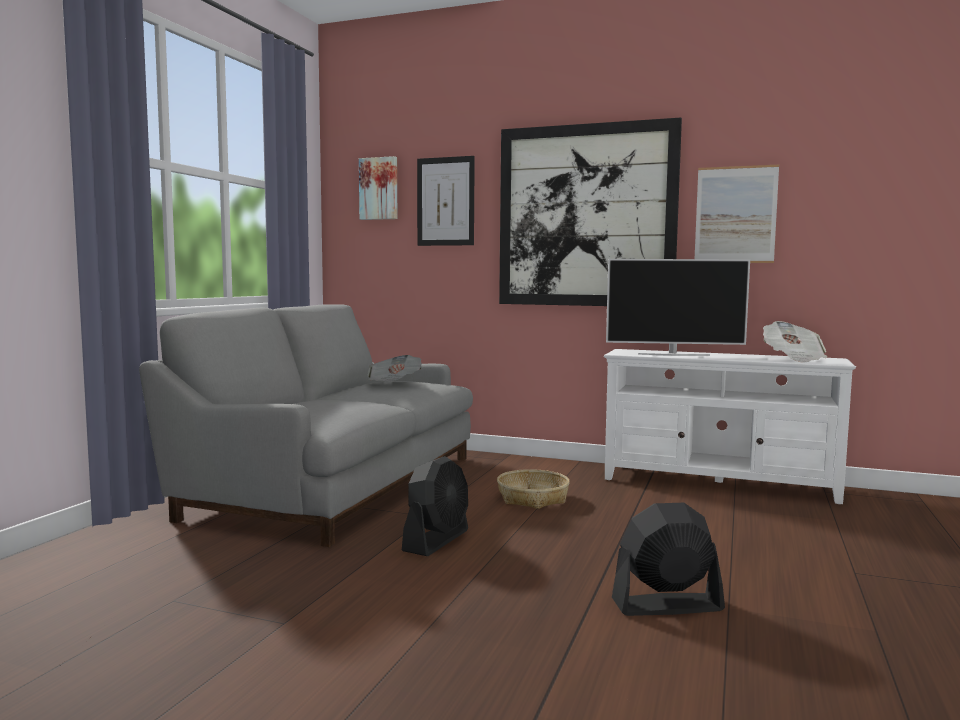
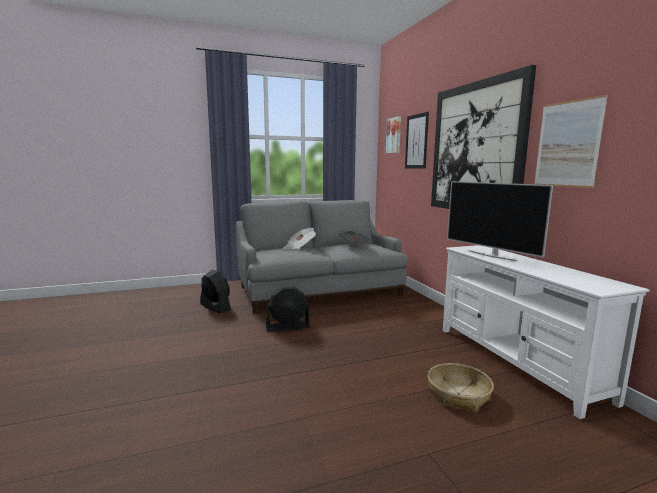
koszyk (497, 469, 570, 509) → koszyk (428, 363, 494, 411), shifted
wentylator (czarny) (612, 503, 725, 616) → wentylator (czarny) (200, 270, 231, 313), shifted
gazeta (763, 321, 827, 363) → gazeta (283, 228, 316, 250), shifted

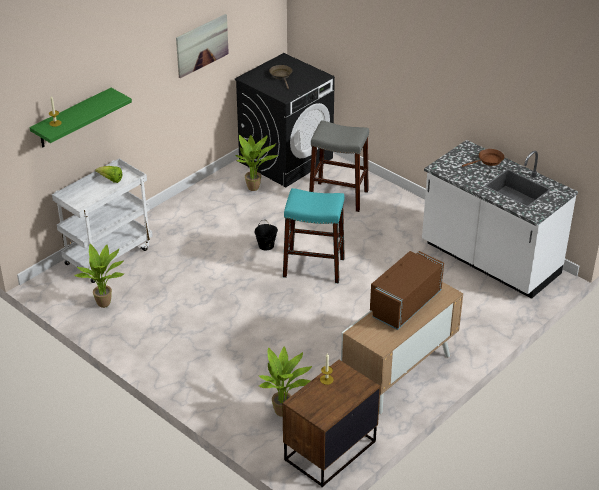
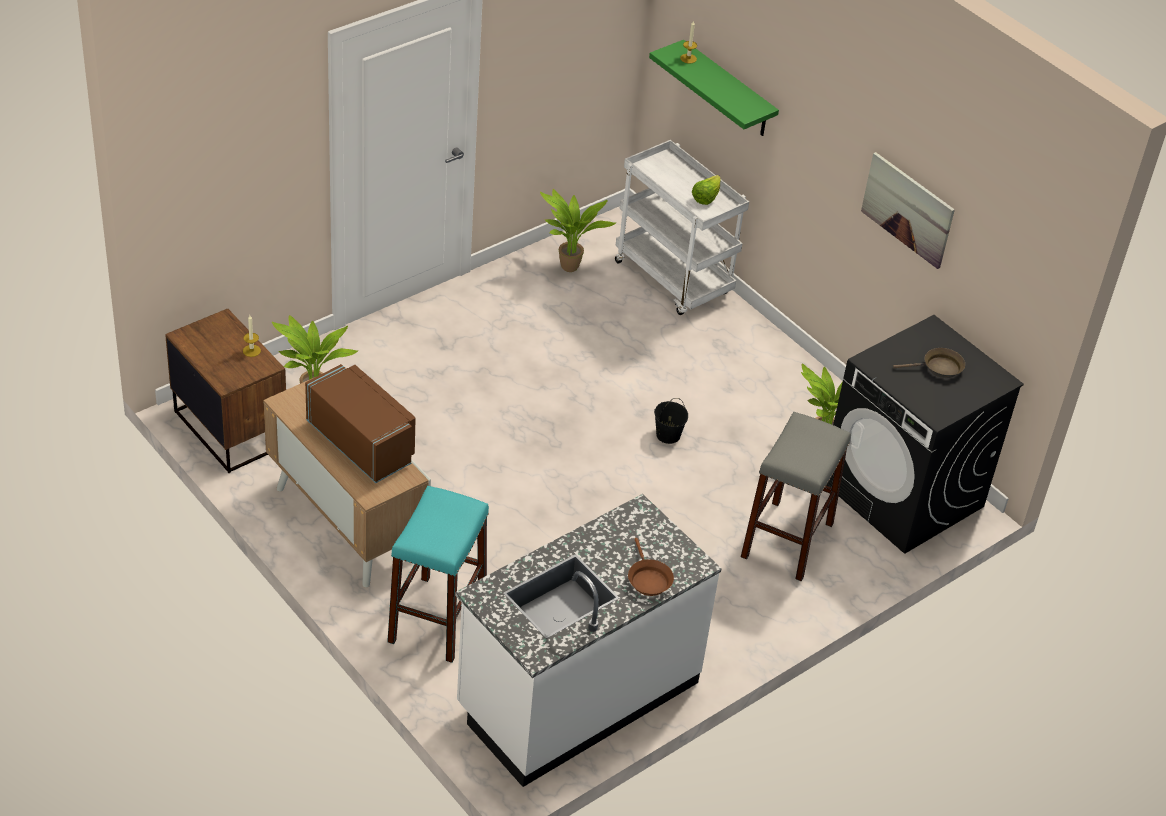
stołek (turkusowy) (283, 188, 345, 284) → stołek (turkusowy) (387, 486, 489, 663), shifted

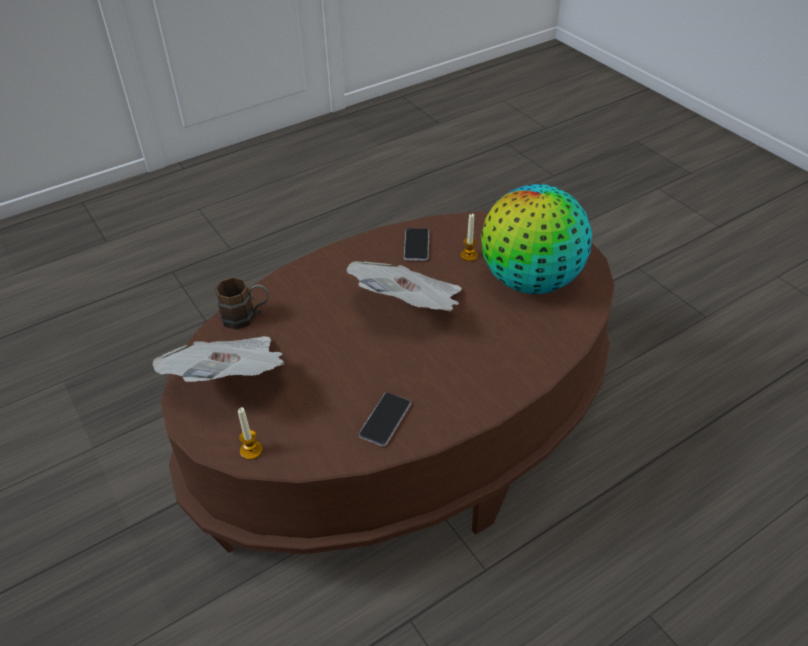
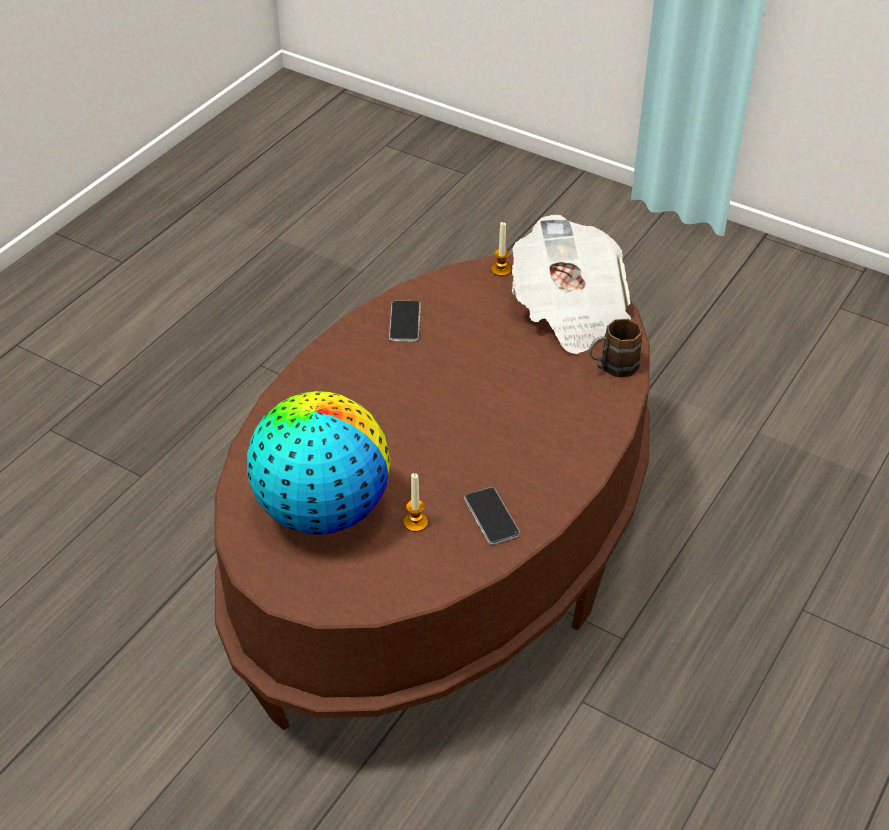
gazeta (347, 261, 462, 311) → -

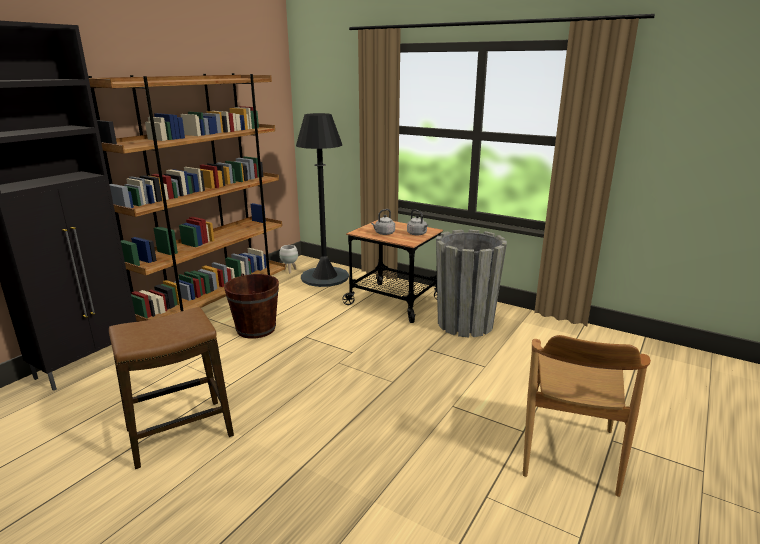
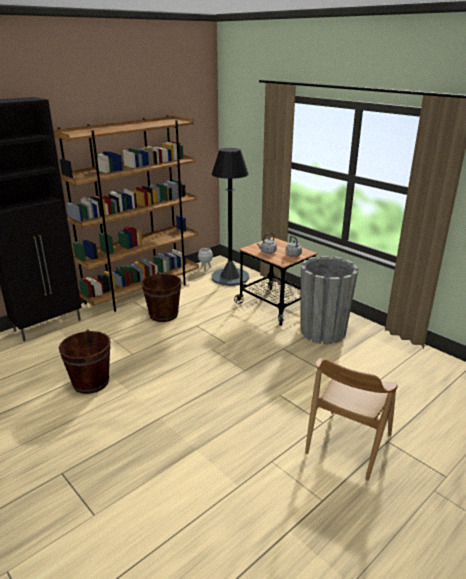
stołek (109, 307, 234, 469) → wiadro (brązowy) (59, 329, 111, 394)

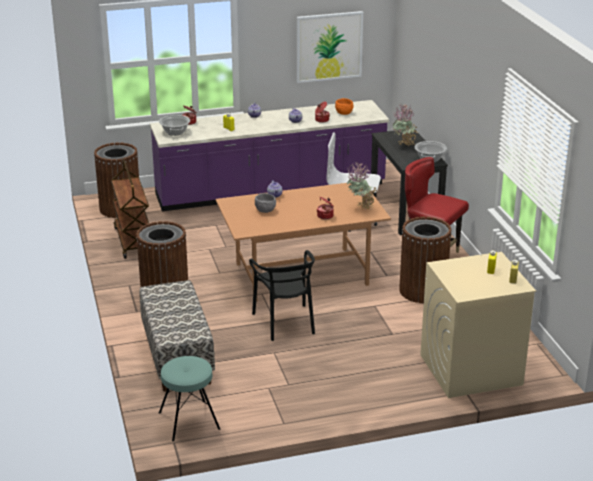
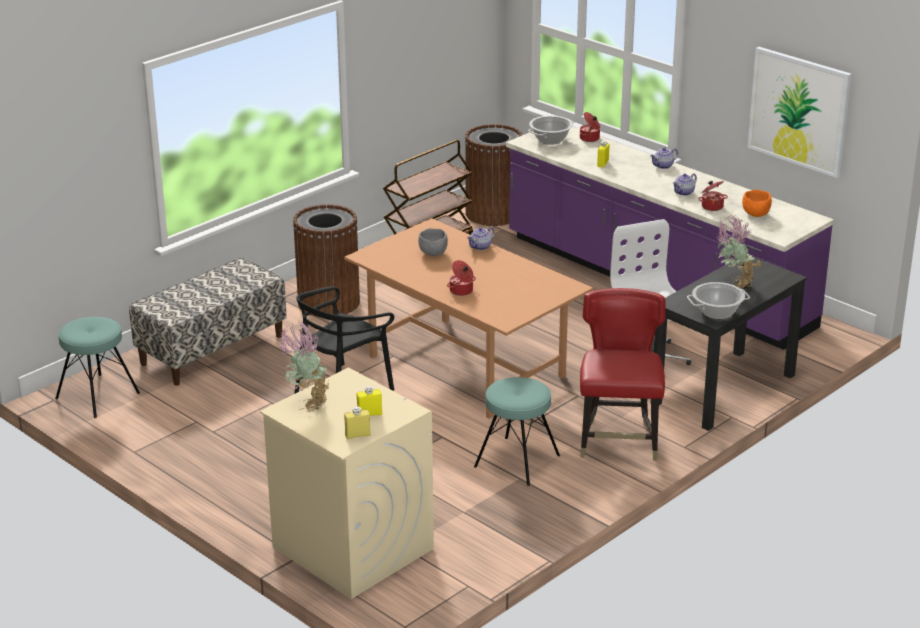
roślina doniczkowa (347, 162, 378, 209) → roślina doniczkowa (278, 321, 329, 412), shifted
kosz na śmieci (brązowy) (399, 217, 452, 303) → stołek (turkusowy) (474, 377, 560, 486)

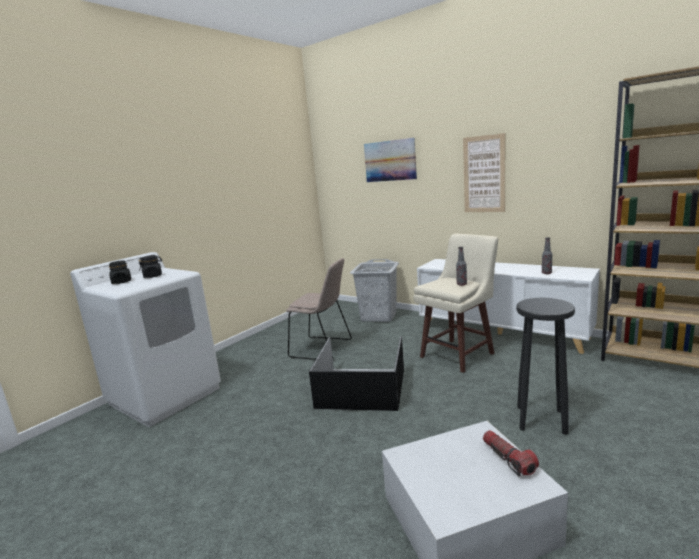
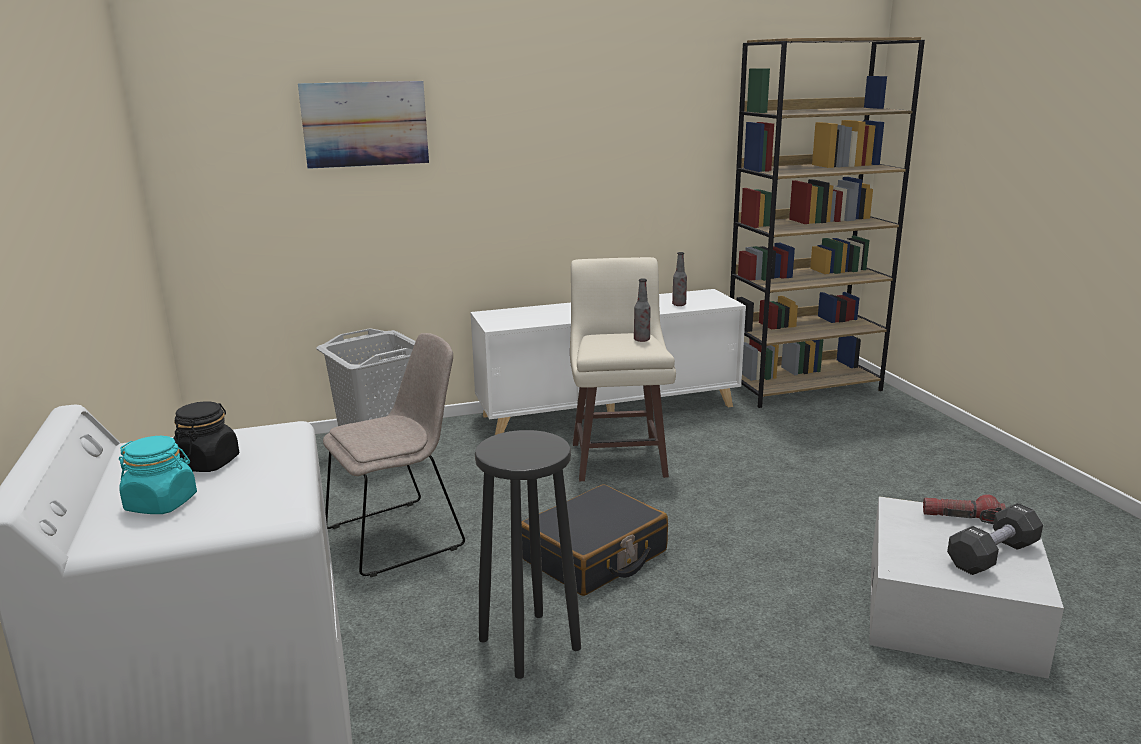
obraz (463, 133, 505, 212) → -
- → hantel (czarny) (947, 503, 1043, 575)
stołek (czarny) (516, 298, 575, 435) → stołek (czarny) (475, 430, 581, 679), shifted
pojemnik do przechowywania (czarny) (309, 336, 404, 411) → walizka (czarny) (522, 484, 668, 596)
słoik (czarny) (109, 261, 131, 284) → słoik (turkusowy) (119, 436, 197, 514)

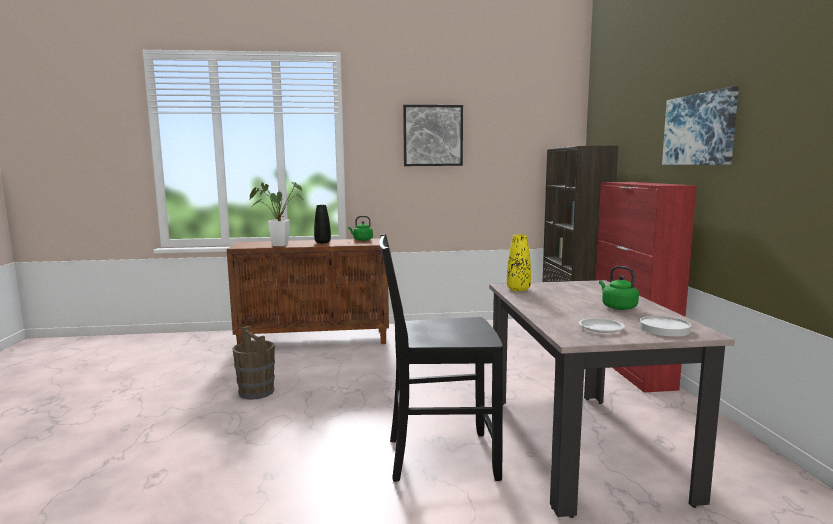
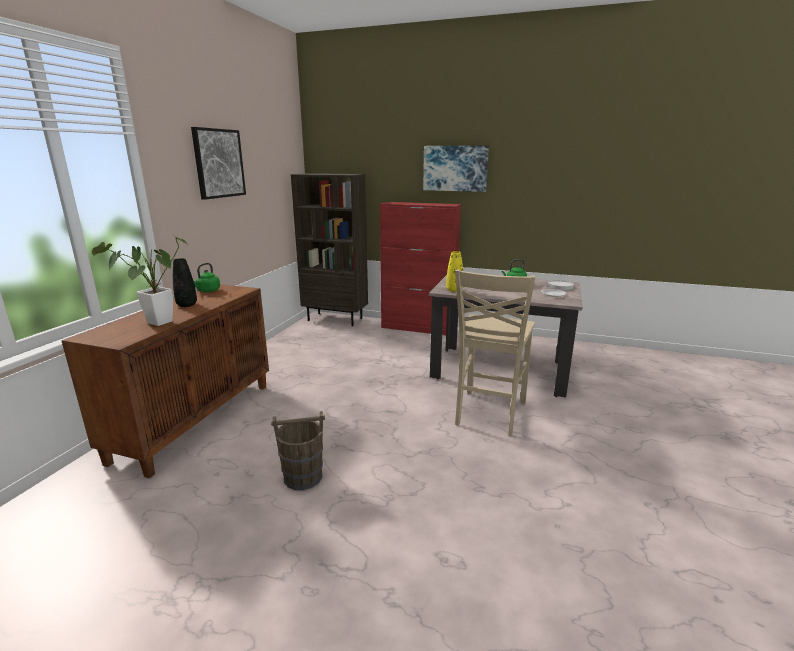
krzesło (czarny) (379, 234, 503, 482) → krzesło (beżowy) (455, 269, 535, 436)

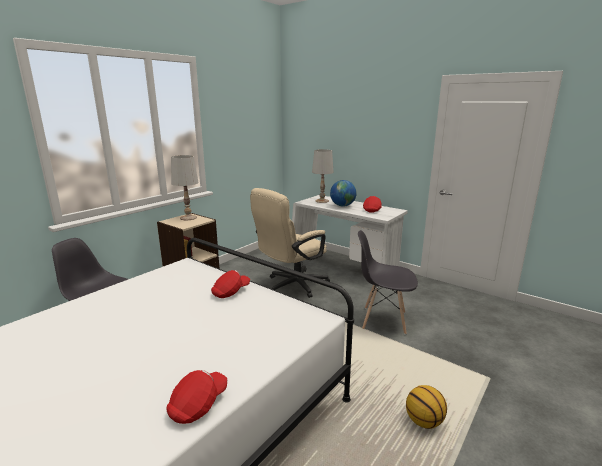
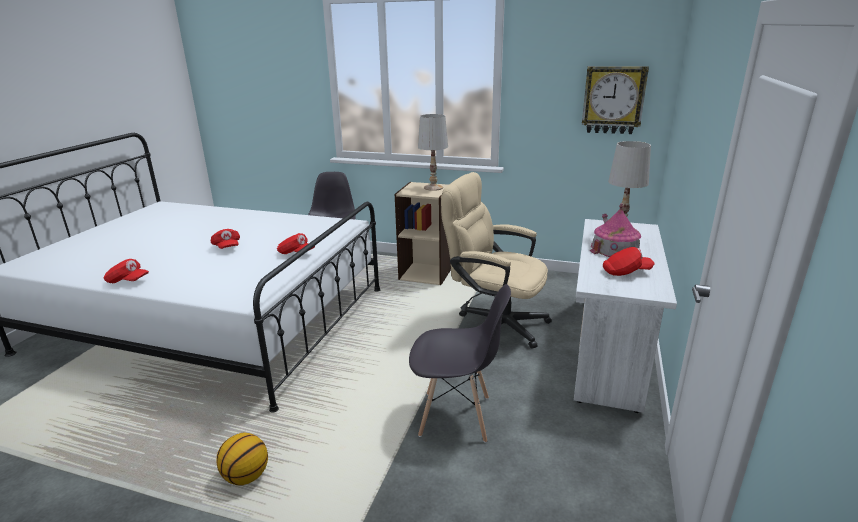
- → czapka z daszkiem (czerwony) (211, 229, 240, 249)
- → zegar ścienny (582, 66, 649, 134)
globus (330, 180, 357, 207) → domek (590, 203, 641, 257)
krzesło (szary) (358, 230, 418, 335) → krzesło (szary) (409, 284, 511, 443), 105 degrees clockwise

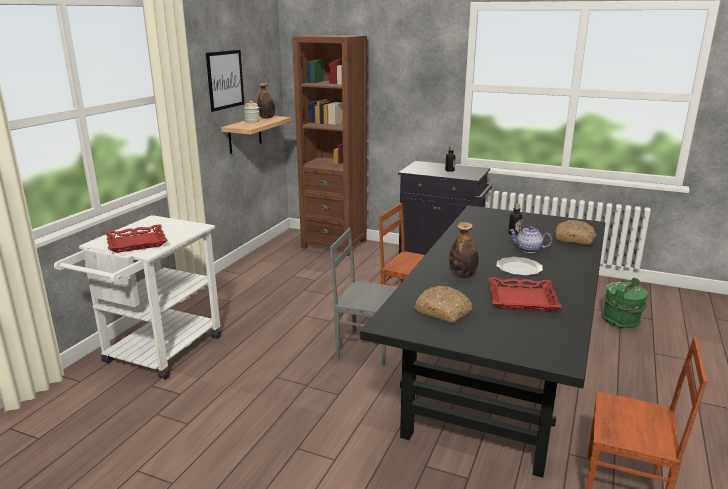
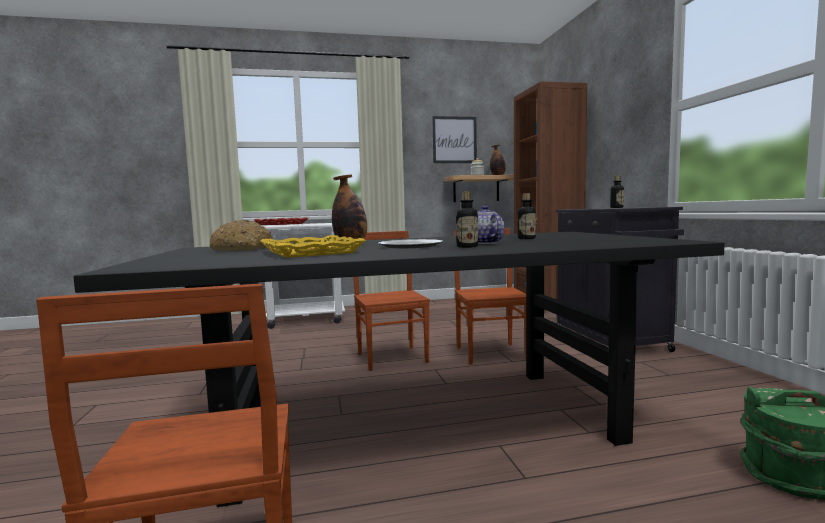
chleb (555, 220, 596, 245) → -
- → butelka (456, 192, 478, 248)
krzesło (szary) (330, 228, 398, 366) → krzesło (brązowy) (353, 231, 430, 371)
taca (czerwony) (488, 277, 562, 312) → taca (żółty) (260, 235, 366, 258)

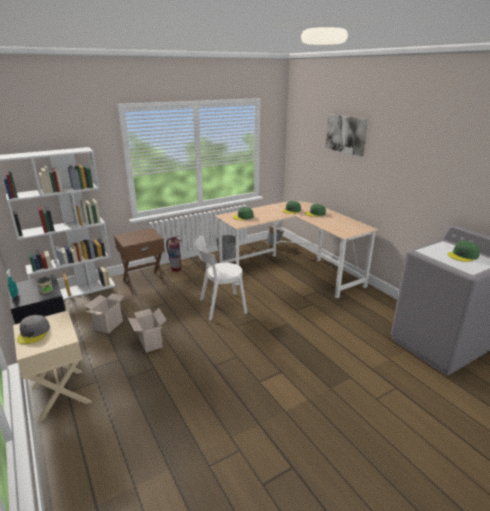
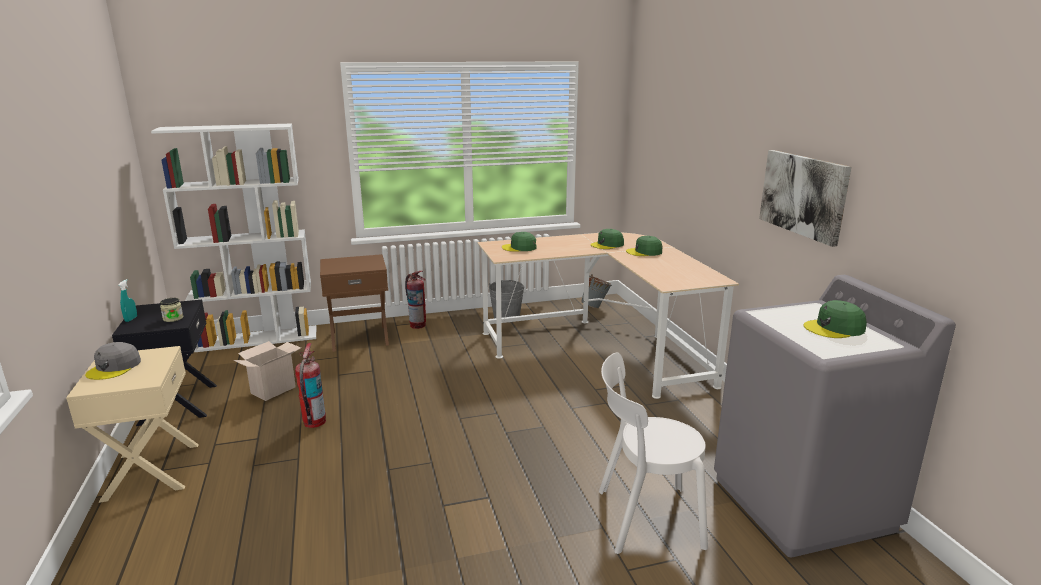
krzesło (biały) (195, 236, 247, 321) → krzesło (biały) (599, 353, 708, 554), shifted
obraz (325, 114, 368, 156) → obraz (759, 150, 851, 247), shifted
karton (128, 308, 166, 353) → gaśnica (295, 343, 326, 428)

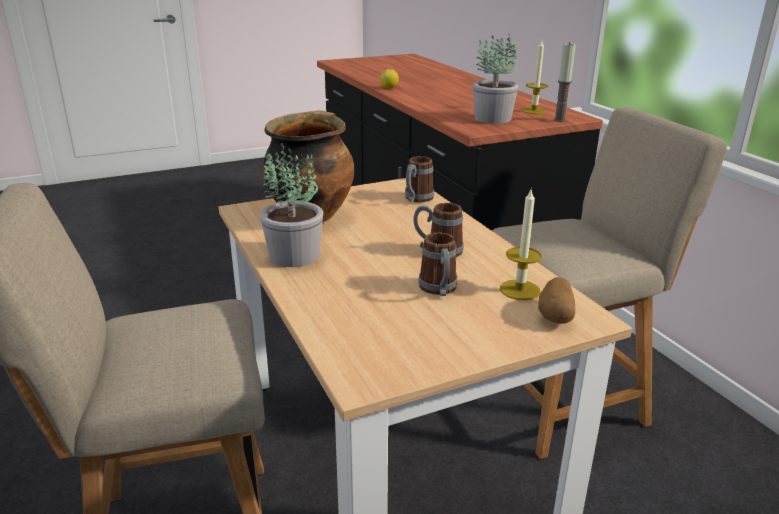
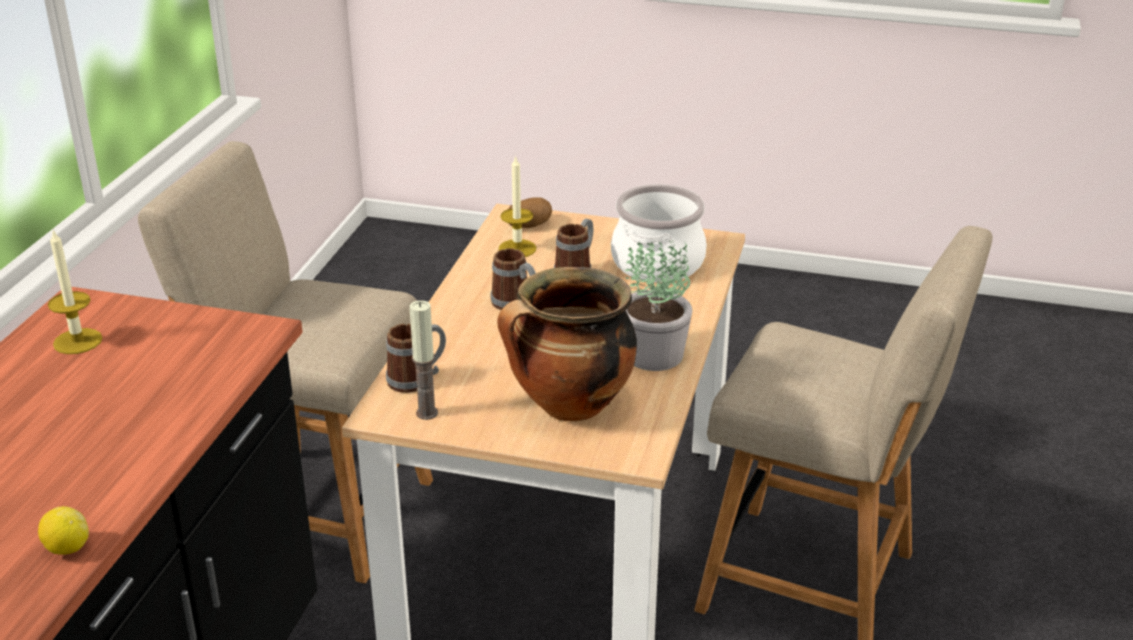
roślina doniczkowa (473, 34, 519, 124) → -
- → garnek (611, 184, 707, 283)
świeca (553, 42, 576, 122) → świeca (409, 300, 438, 420), shifted

